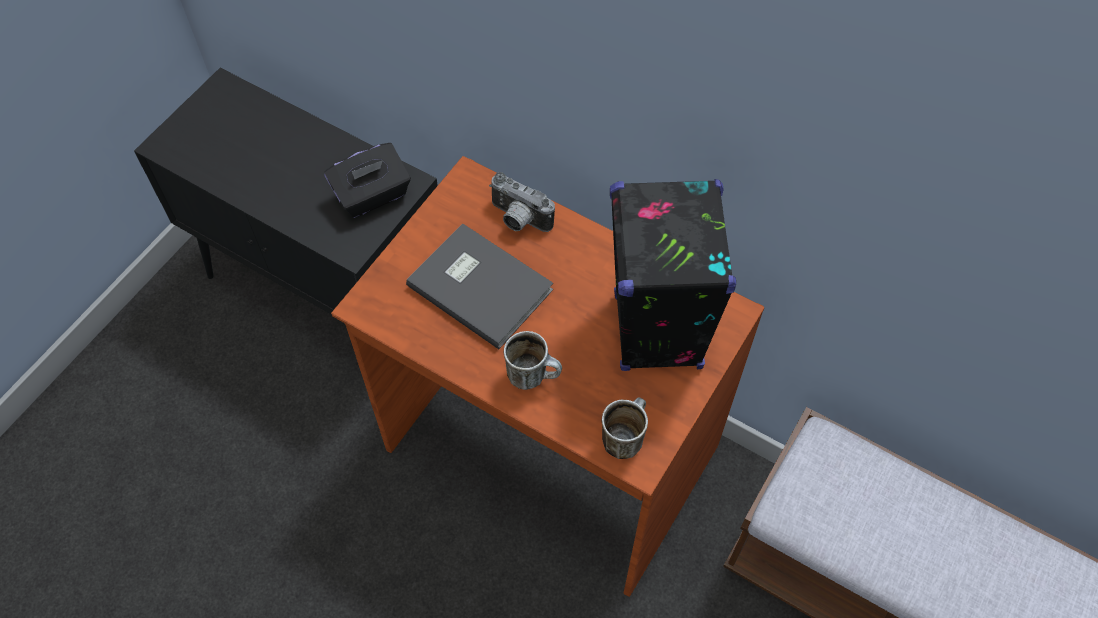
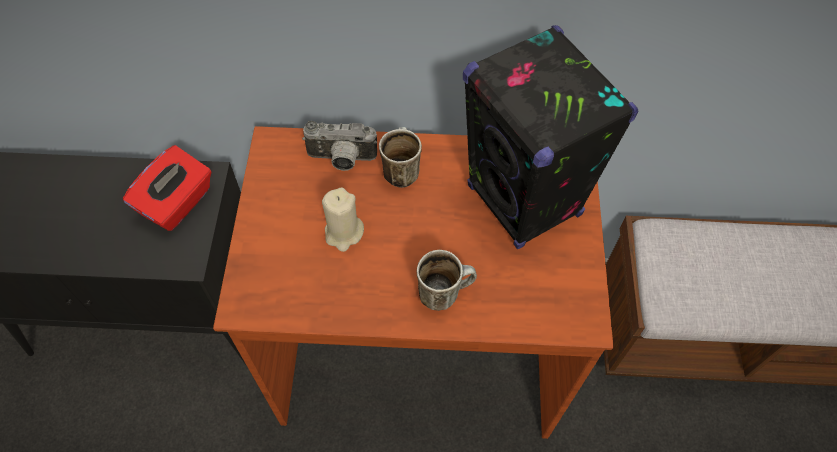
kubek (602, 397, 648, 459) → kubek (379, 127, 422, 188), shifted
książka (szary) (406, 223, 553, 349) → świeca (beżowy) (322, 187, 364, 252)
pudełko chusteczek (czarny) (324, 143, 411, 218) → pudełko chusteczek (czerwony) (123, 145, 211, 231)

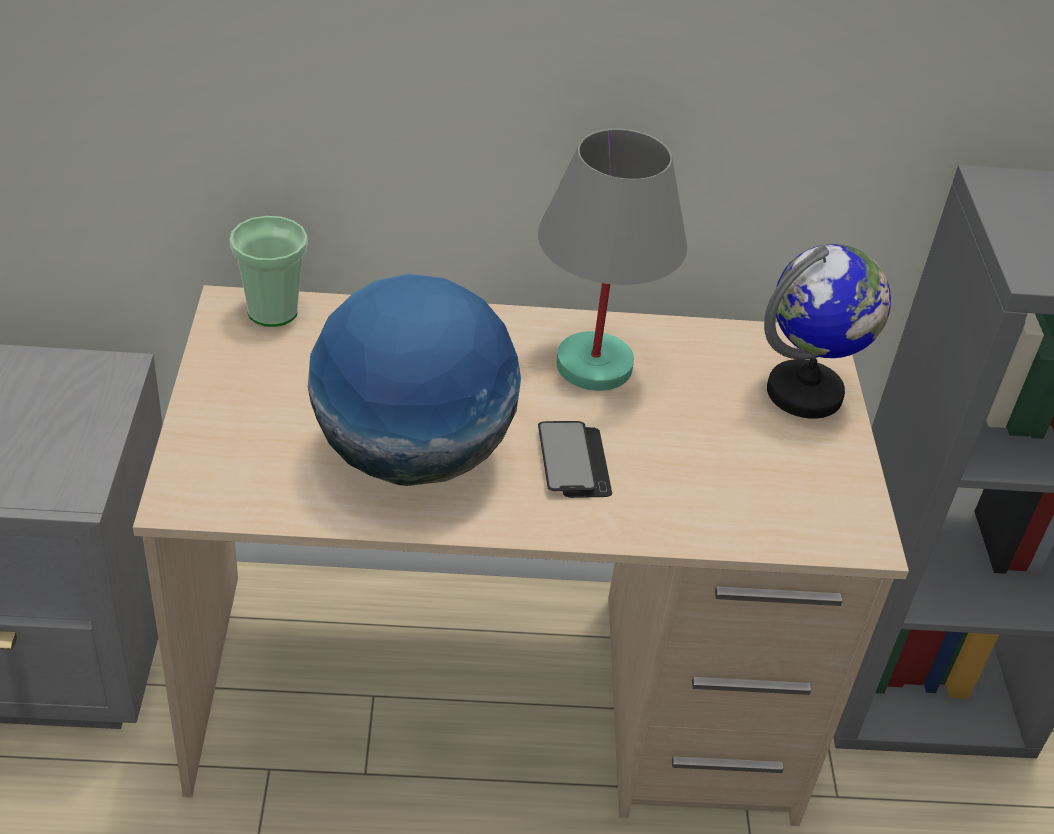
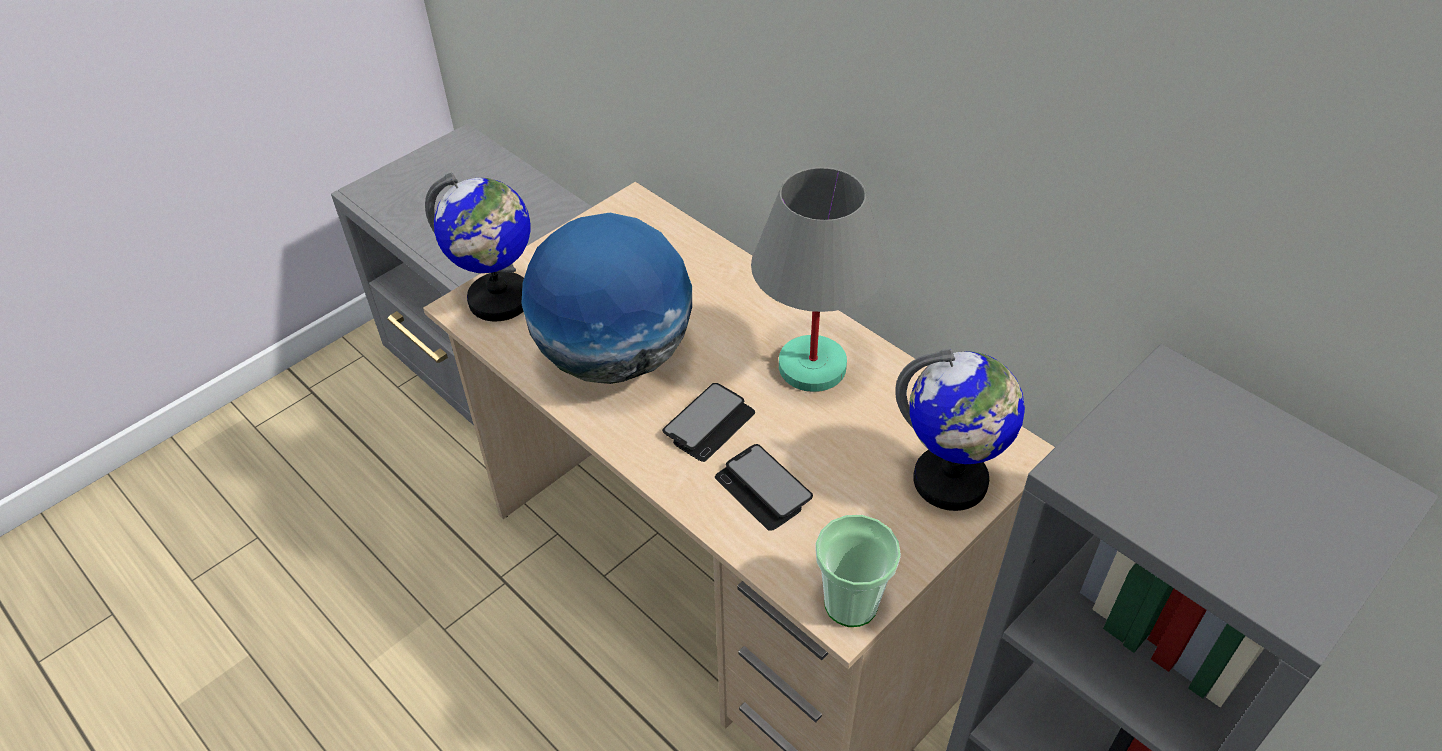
- → globus (425, 172, 531, 322)
- → telefon (715, 444, 813, 531)
filiżanka (230, 216, 308, 327) → filiżanka (815, 515, 901, 627), shifted

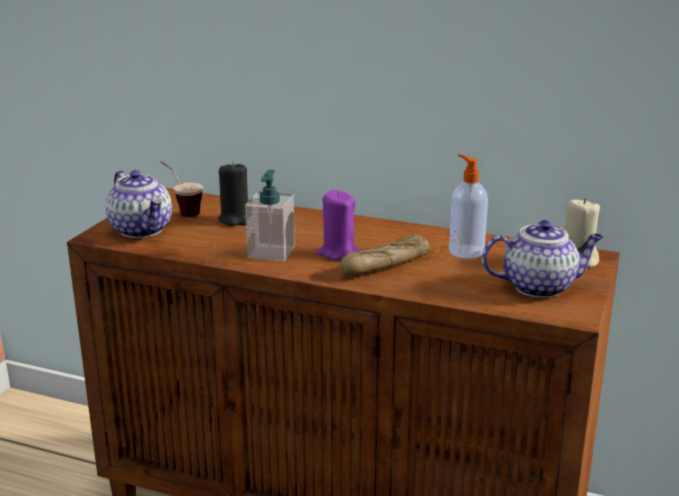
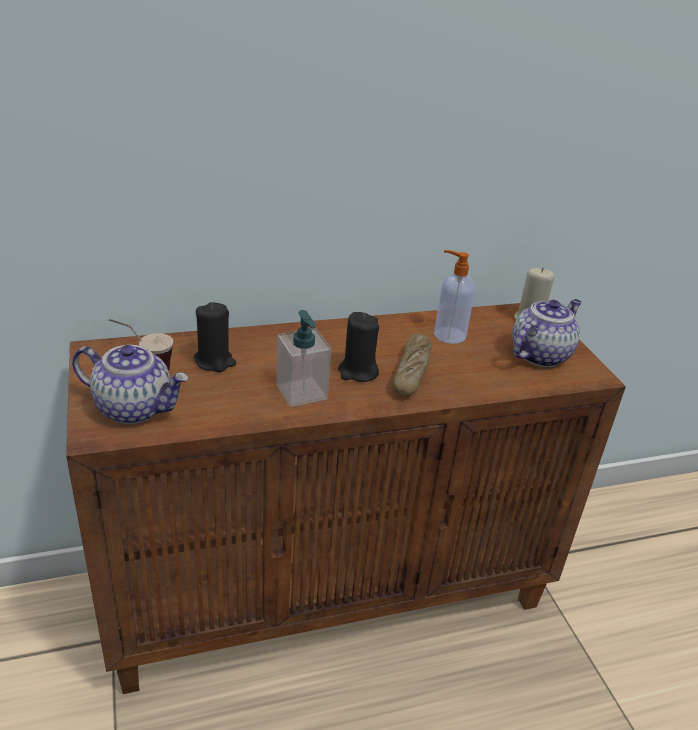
świeca (fioletowy) (316, 190, 359, 260) → świeca (czarny) (338, 312, 379, 382)

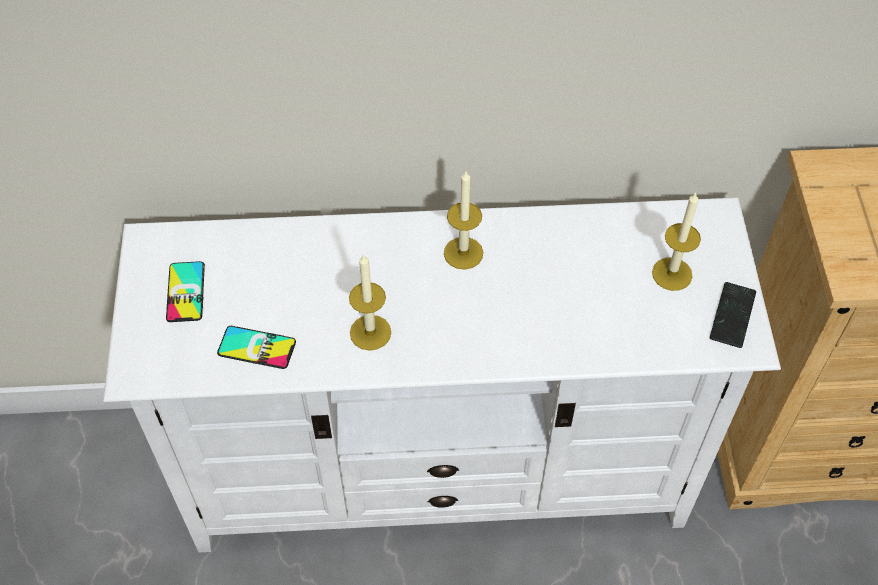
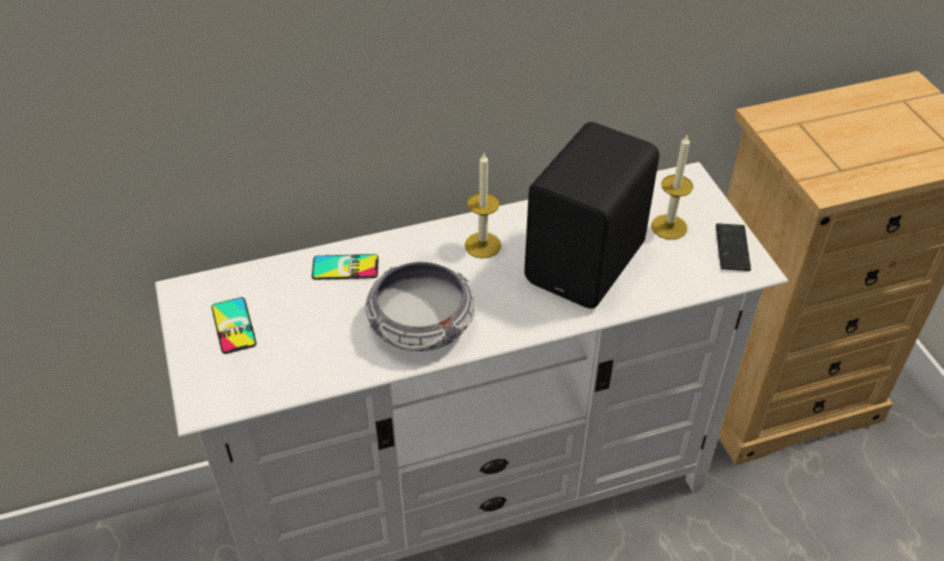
- → głośnik (czarny) (524, 122, 659, 309)
telefon (217, 326, 296, 369) → telefon (312, 254, 379, 280), shifted
świeca (349, 254, 391, 351) → miska (365, 262, 476, 351)

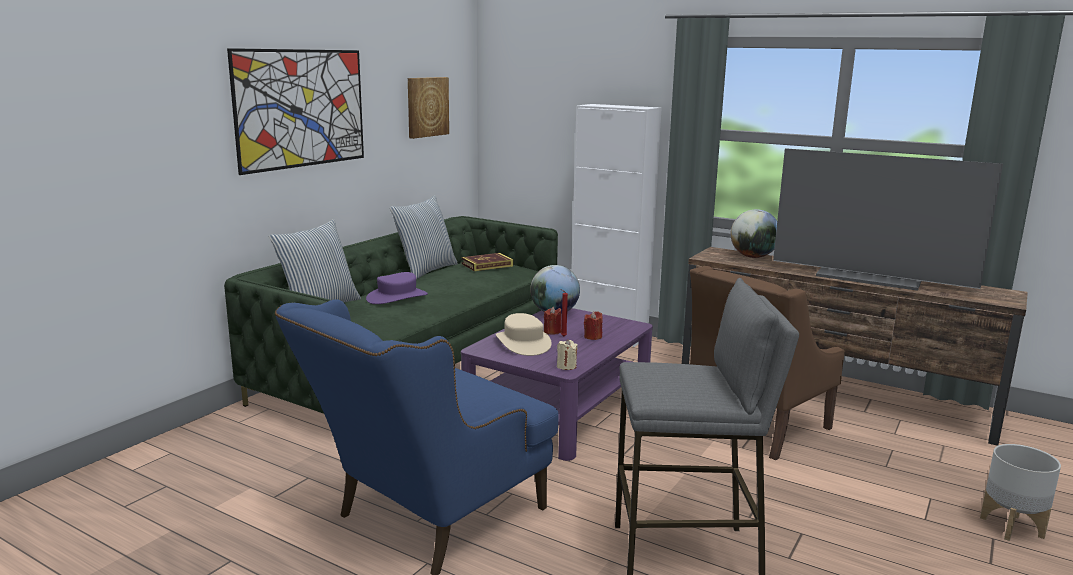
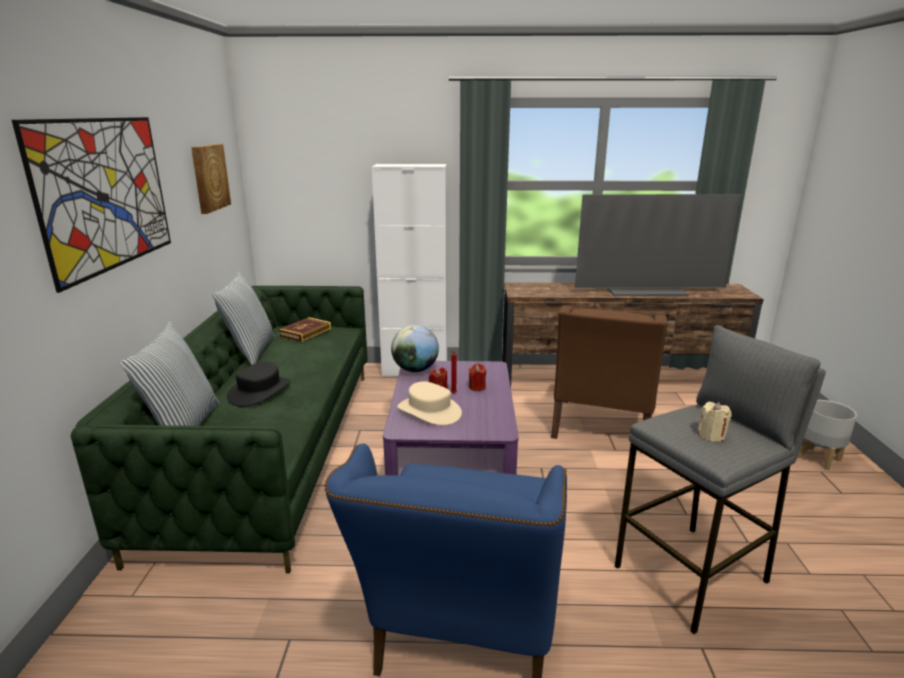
globus (731, 209, 777, 258) → -
świeca (beżowy) (557, 339, 578, 370) → świeca (beżowy) (697, 402, 732, 442), shifted
kapelusz (fioletowy) (366, 272, 428, 304) → kapelusz (czarny) (227, 361, 290, 407)

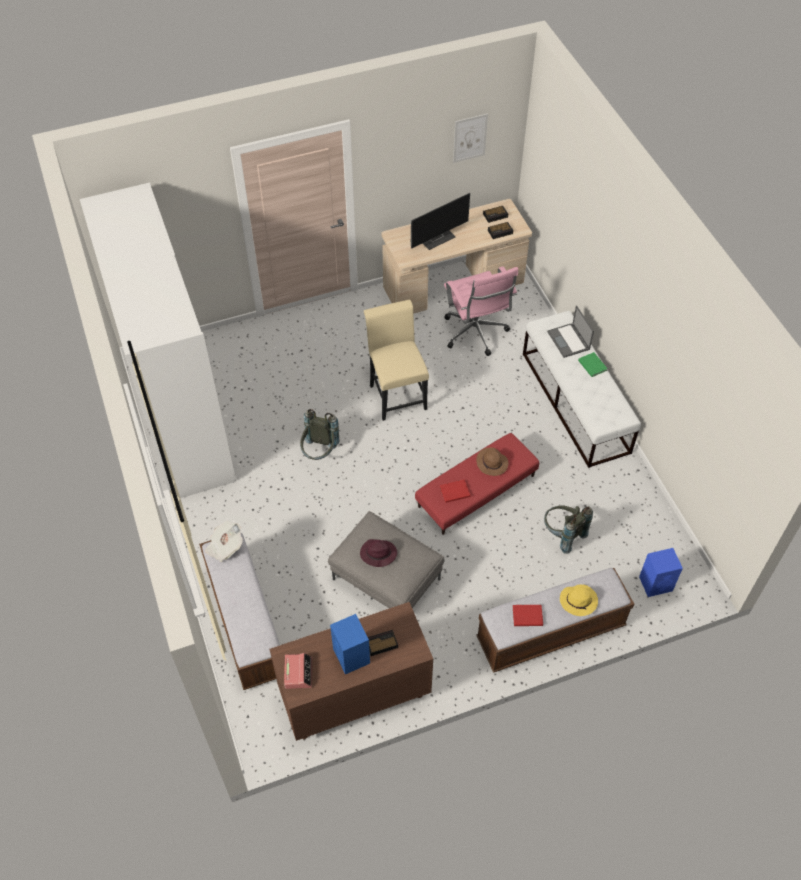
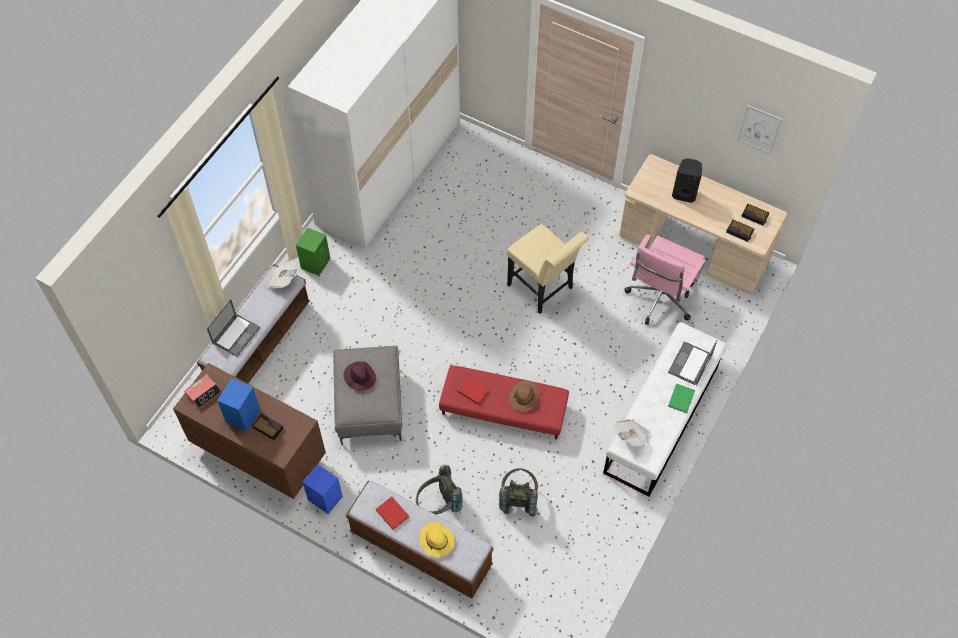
- → laptop (207, 299, 260, 357)
- → głośnik (zielony) (296, 227, 330, 276)
- → gazeta (614, 419, 651, 447)
plecak (szary) (300, 409, 340, 460) → plecak (szary) (416, 465, 463, 514), shifted
głośnik (niebieski) (639, 548, 683, 597) → głośnik (niebieski) (303, 464, 343, 514), shifted
monitor (411, 193, 470, 250) → głośnik (czarny) (672, 158, 702, 203)
krzesło (beżowy) (364, 300, 429, 421) → krzesło (beżowy) (507, 224, 589, 314), 105 degrees clockwise

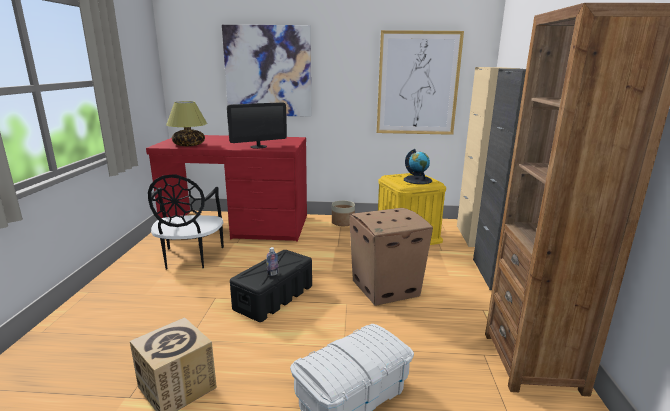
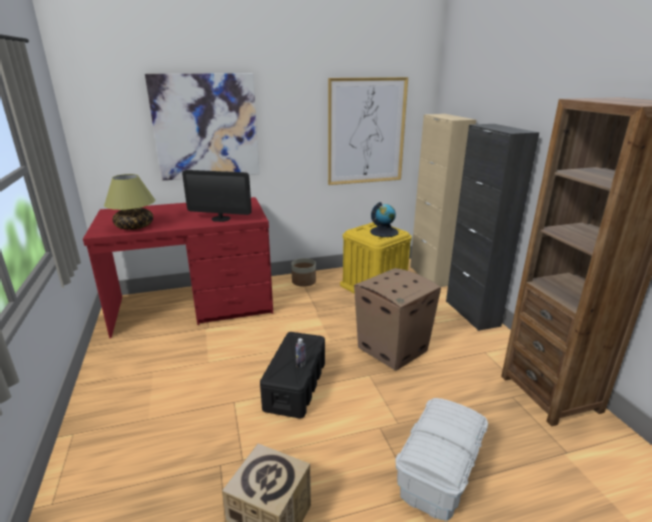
krzesło (czarny) (148, 175, 224, 270) → -
monitor (227, 102, 287, 149) → monitor (182, 170, 252, 222), 60 degrees clockwise

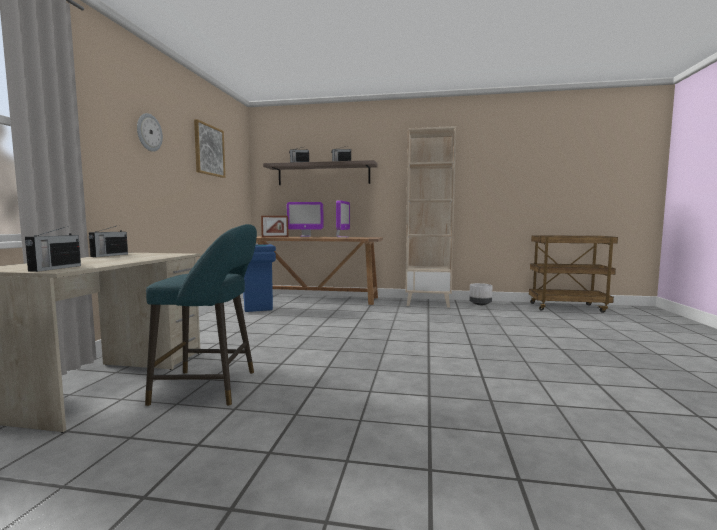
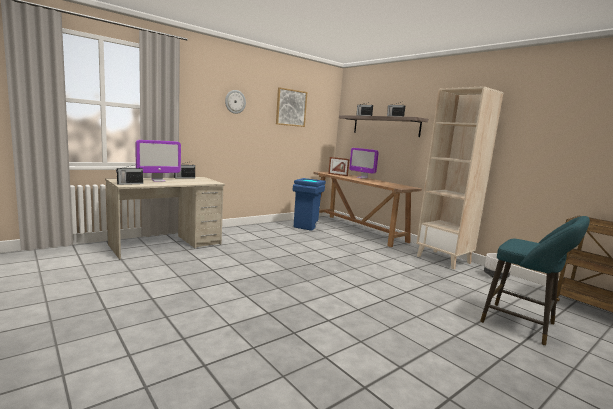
stołek (turkusowy) (145, 224, 257, 407) → stołek (turkusowy) (480, 216, 590, 346), shifted
monitor (336, 201, 350, 238) → monitor (135, 140, 181, 182), shifted

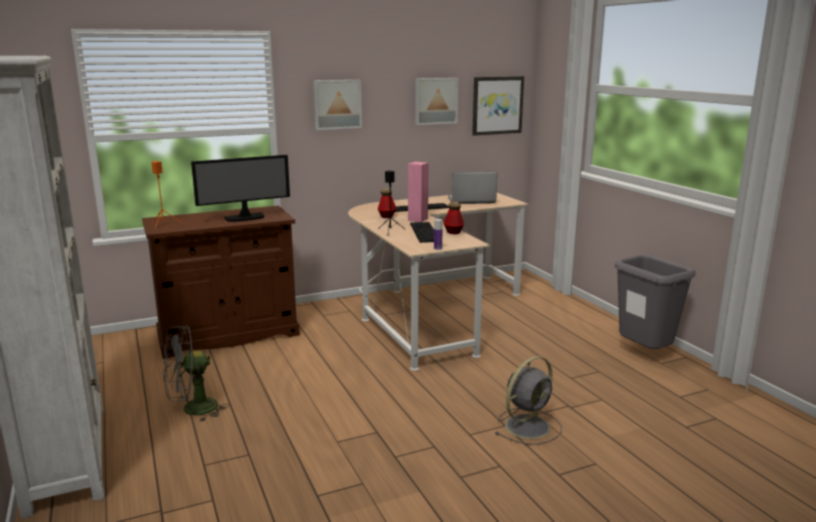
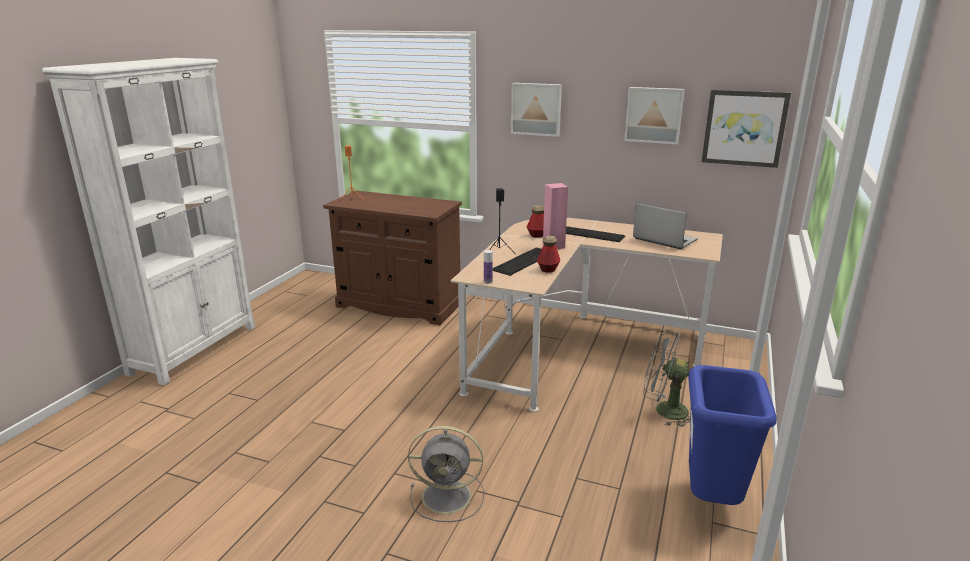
monitor (191, 155, 290, 222) → -
wentylator (szary) (163, 325, 229, 422) → wentylator (szary) (643, 329, 692, 427), shifted
kosz na śmieci (szary) (615, 254, 695, 349) → kosz na śmieci (niebieski) (688, 365, 776, 505)

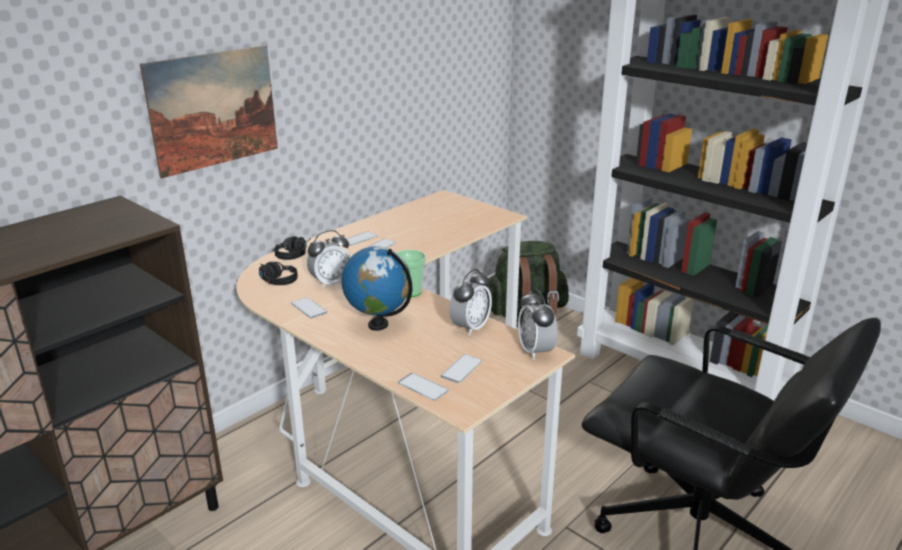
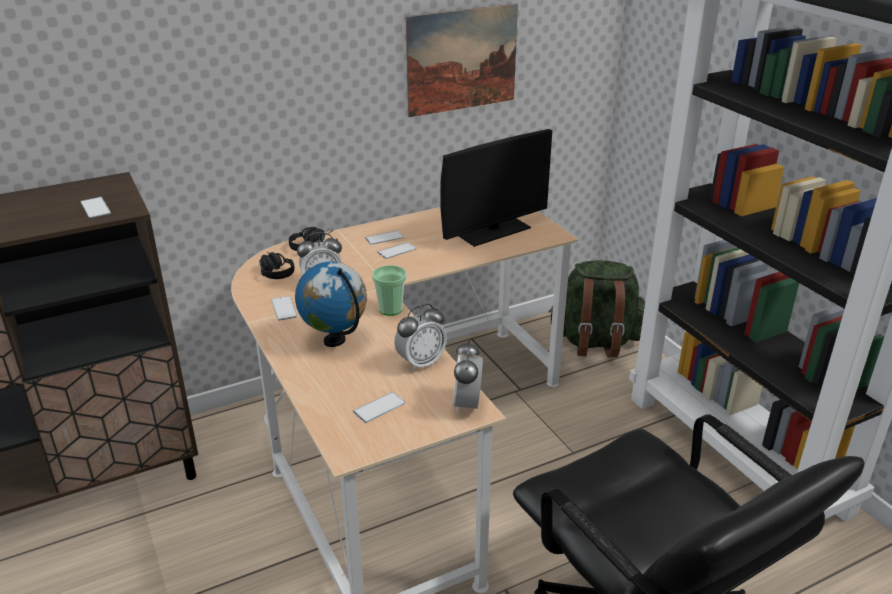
- → monitor (440, 129, 552, 247)
obraz (140, 45, 278, 178) → obraz (406, 3, 518, 117), shifted
telefon (398, 373, 449, 401) → telefon (80, 197, 111, 218), shifted

